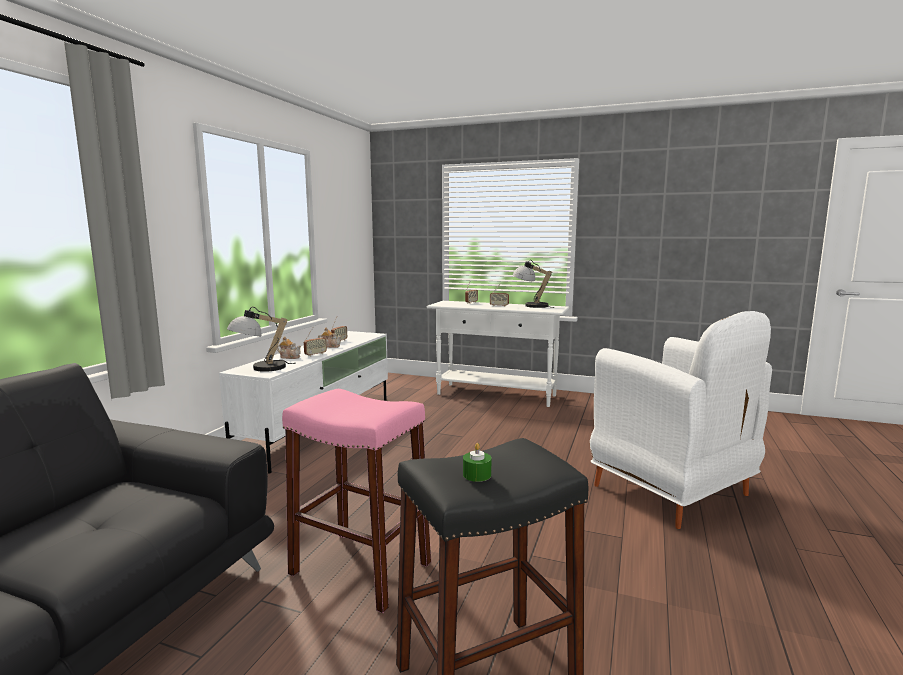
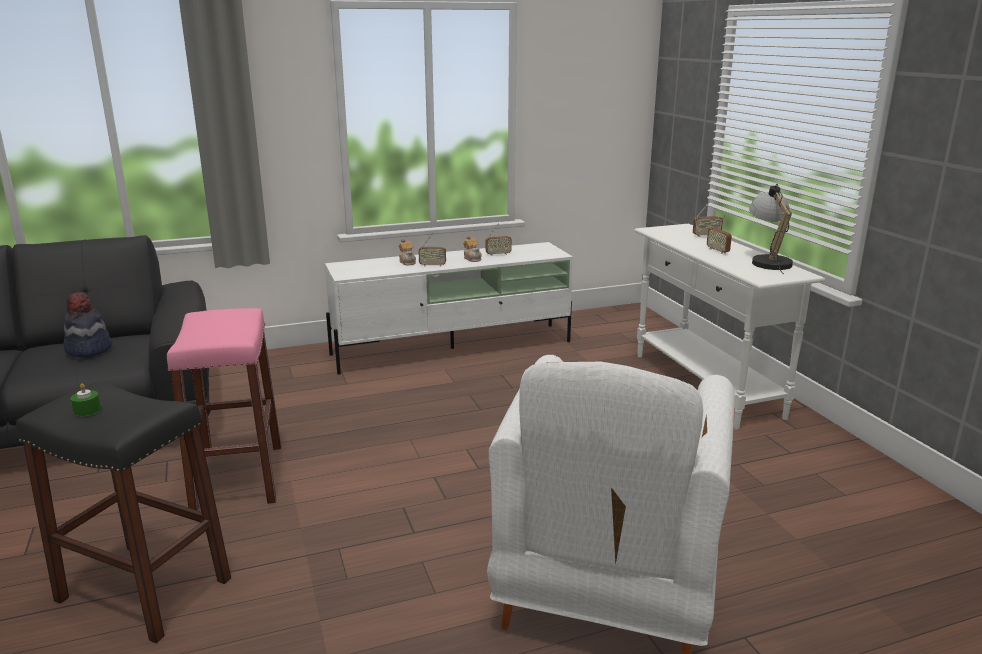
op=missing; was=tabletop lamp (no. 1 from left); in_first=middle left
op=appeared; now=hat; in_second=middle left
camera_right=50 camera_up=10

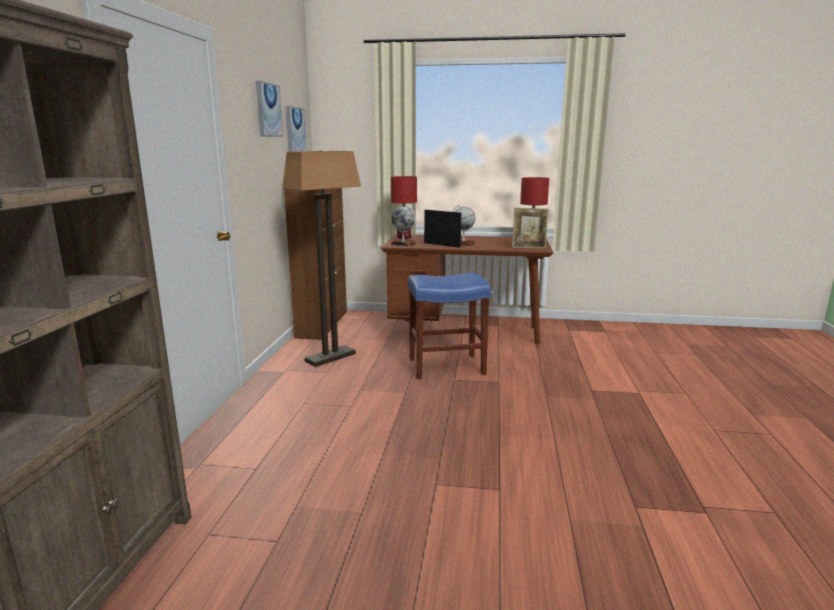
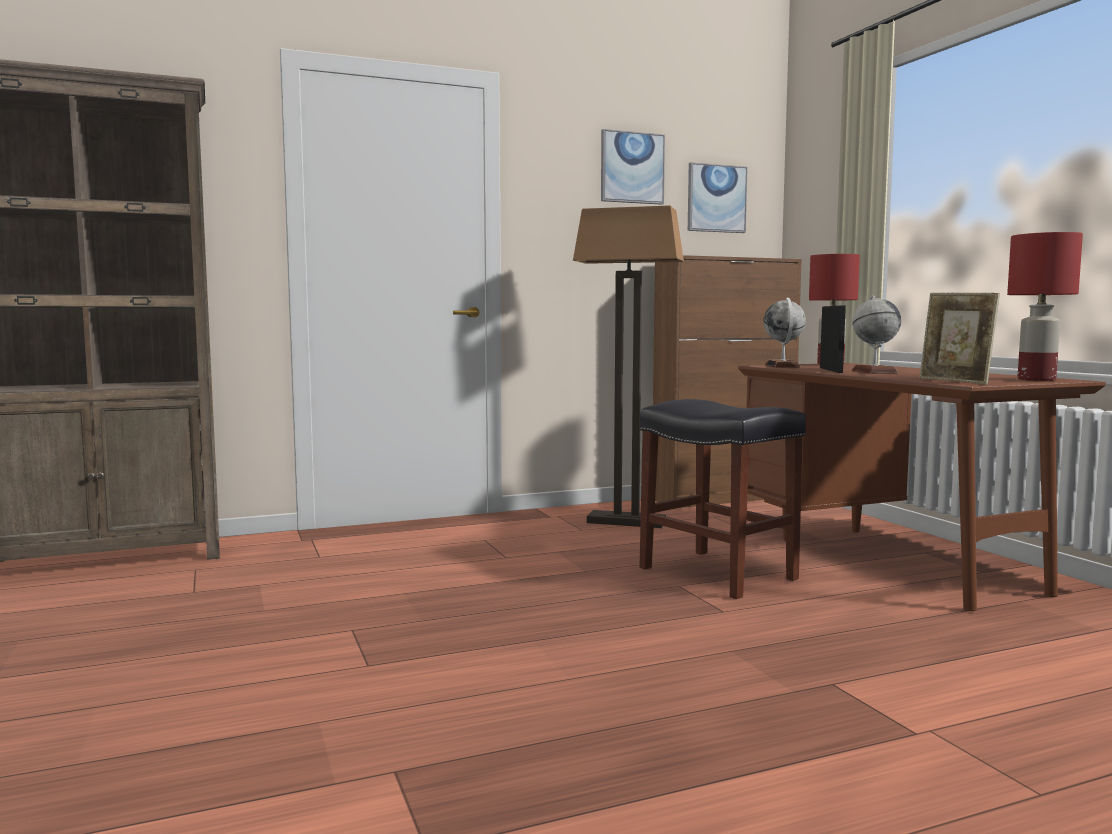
op=colour; was=stool seat (bluish); now=stool seat (blackish); in_first=centre; in_second=centre
camera_right=60 camera_up=-10

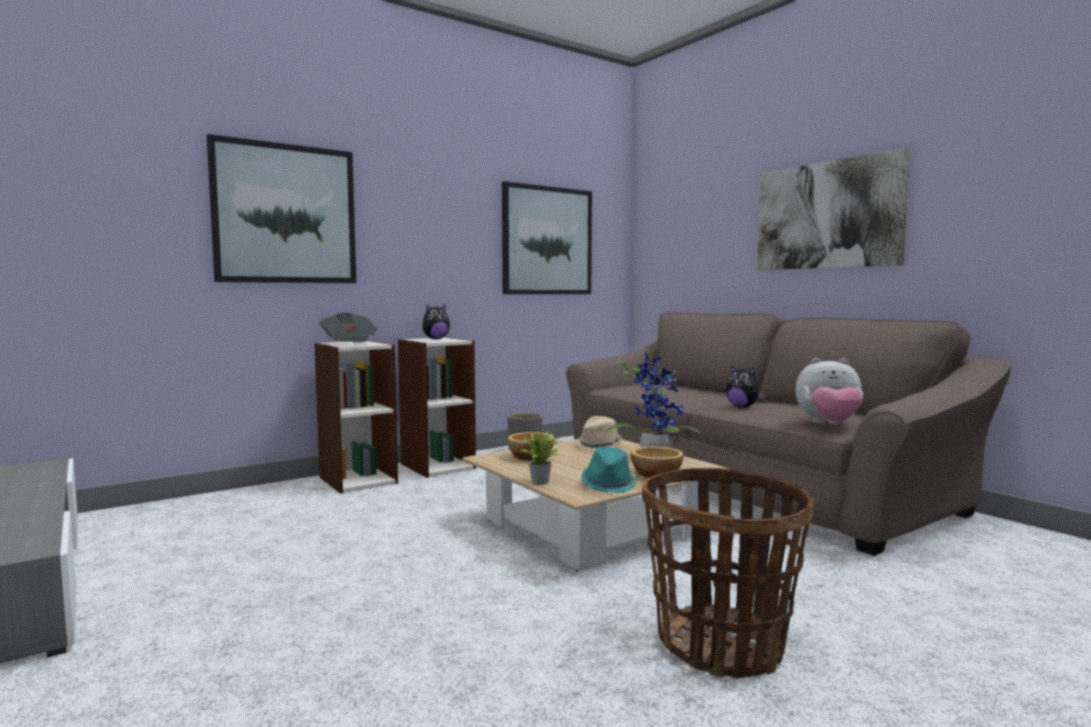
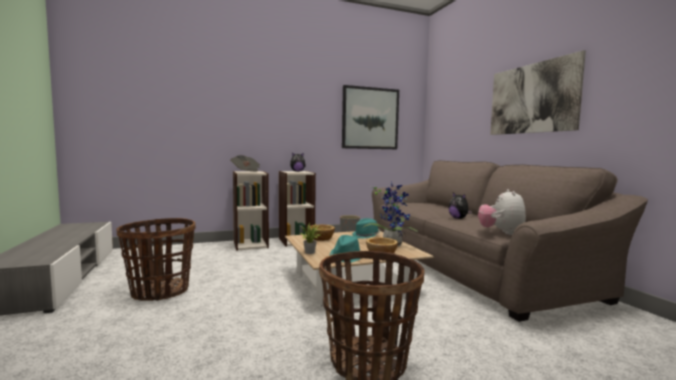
op=missing; was=wall art (no. 1 from left); in_first=top left
op=appeared; now=household basket (no. 1 from left); in_second=bottom left
op=colour; was=hat (sand-coloured); now=hat (blue-green) (no. 2 from left); in_first=centre; in_second=centre
op=spun; was=cuddly toy (no. 3 from left); in_first=middle right; in_second=middle right; clockwise=75
camera_right=15 camera_up=0

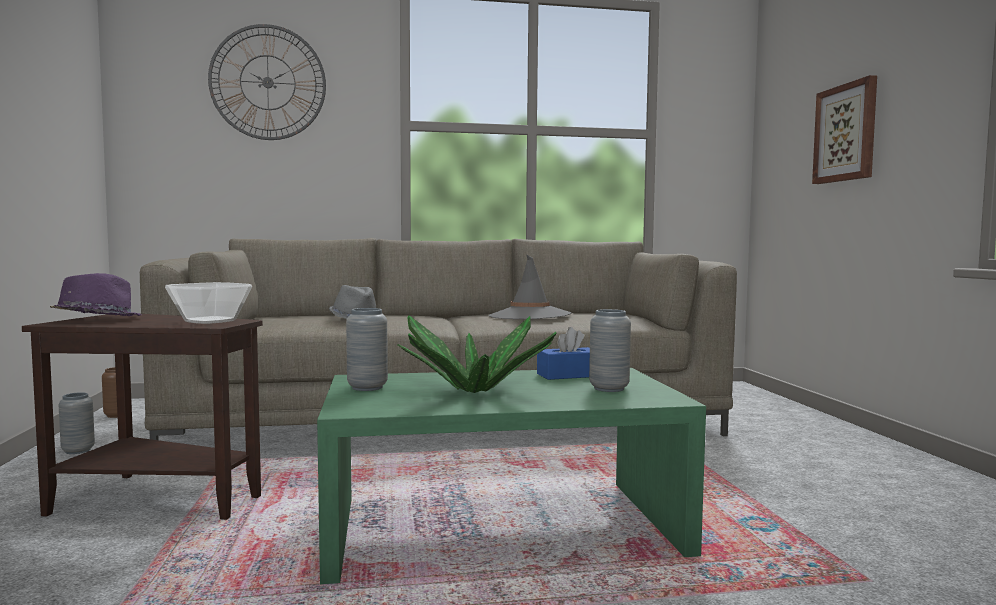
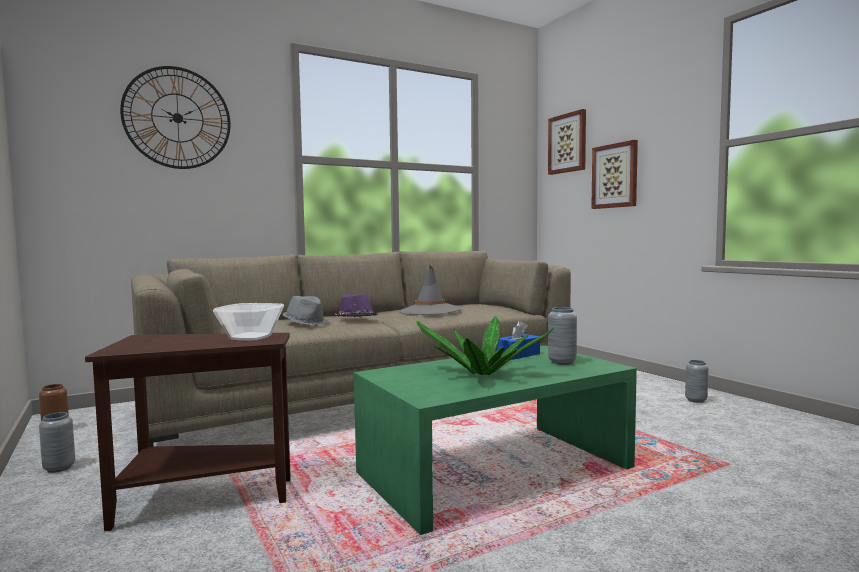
op=appeared; now=wall art (no. 1 from left); in_second=top centre
op=relocated; was=hat (purple); in_first=middle left; in_second=centre
op=relocated; was=vase (greyish) (no. 2 from left in the first image); now=vase (greyish) (no. 3 from left); in_first=centre; in_second=middle right
camera_right=-20 camera_up=0

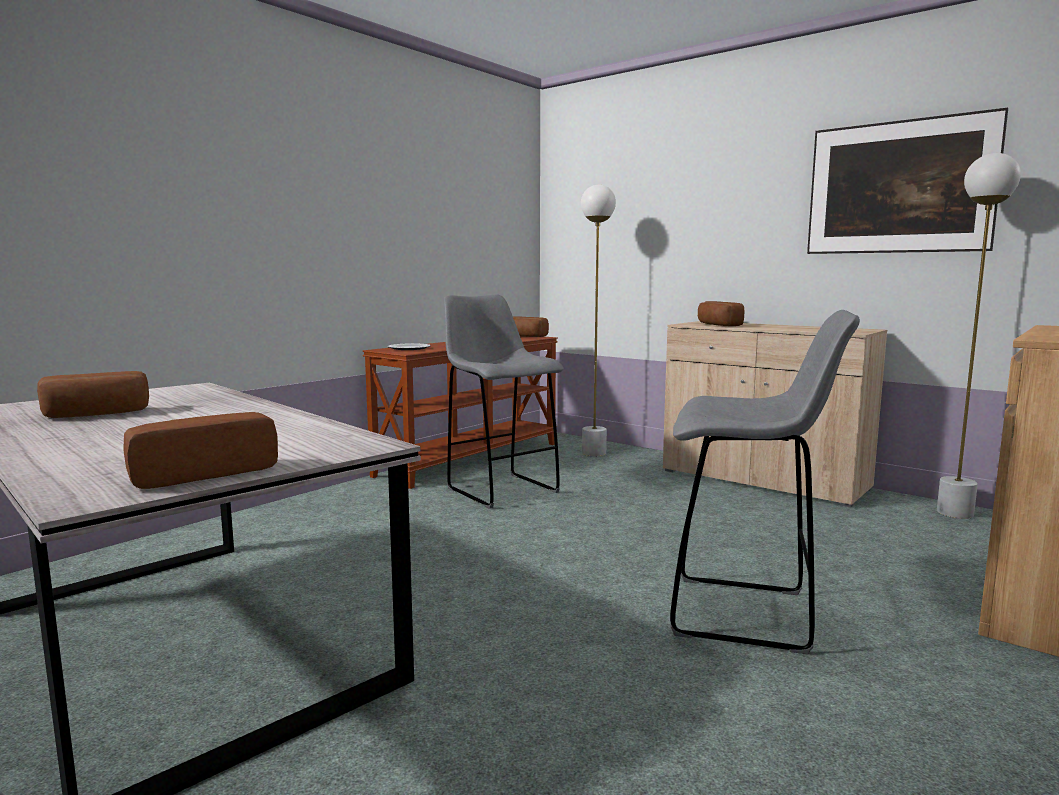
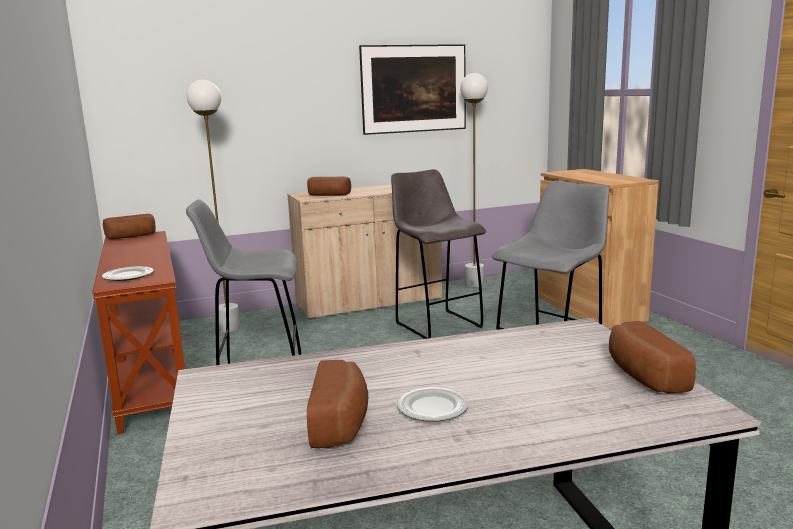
op=appeared; now=stool seat (greyish) (no. 2 from left); in_second=centre
op=appeared; now=plate (no. 2 from left); in_second=bottom centre
camera_right=-60 camera_up=5

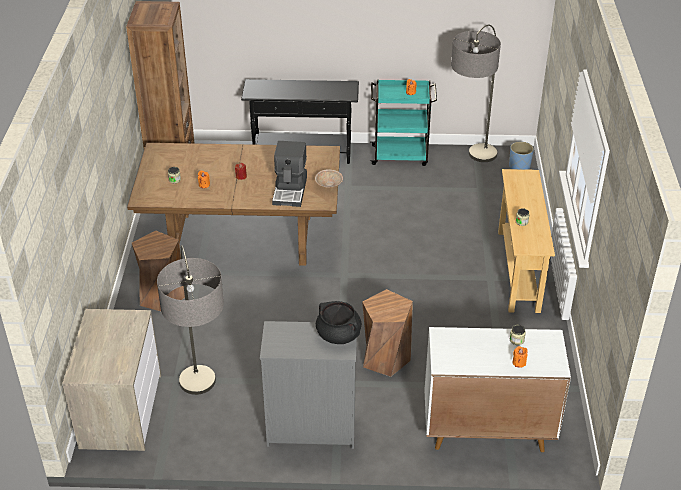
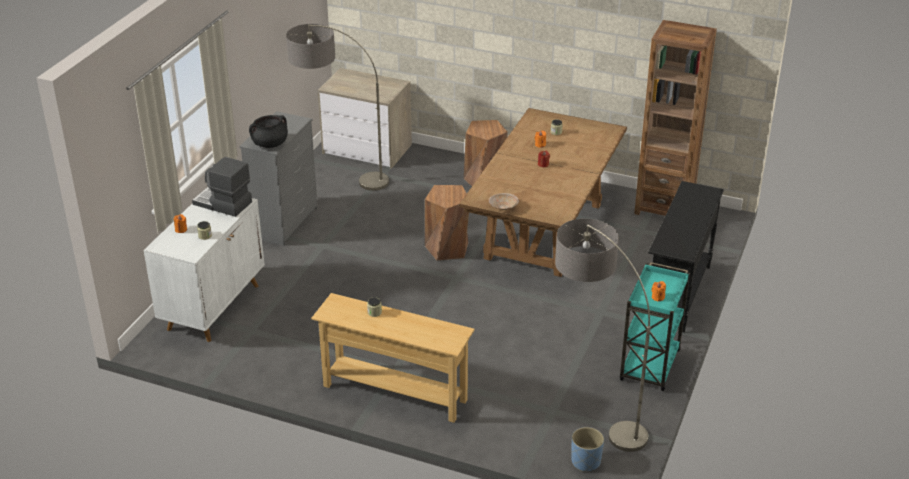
op=relocated; was=coffee maker; in_first=centre; in_second=middle left
op=relocated; was=stool seat (brown-coloured) (no. 2 from left in the first image); now=stool seat (brown-coloured) (no. 1 from left); in_first=bottom centre; in_second=centre
camera_right=110 camera_up=-5

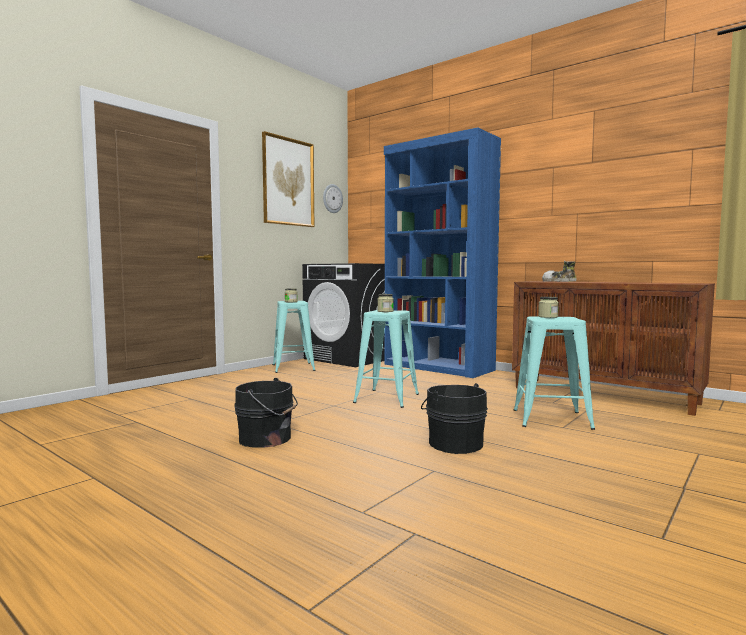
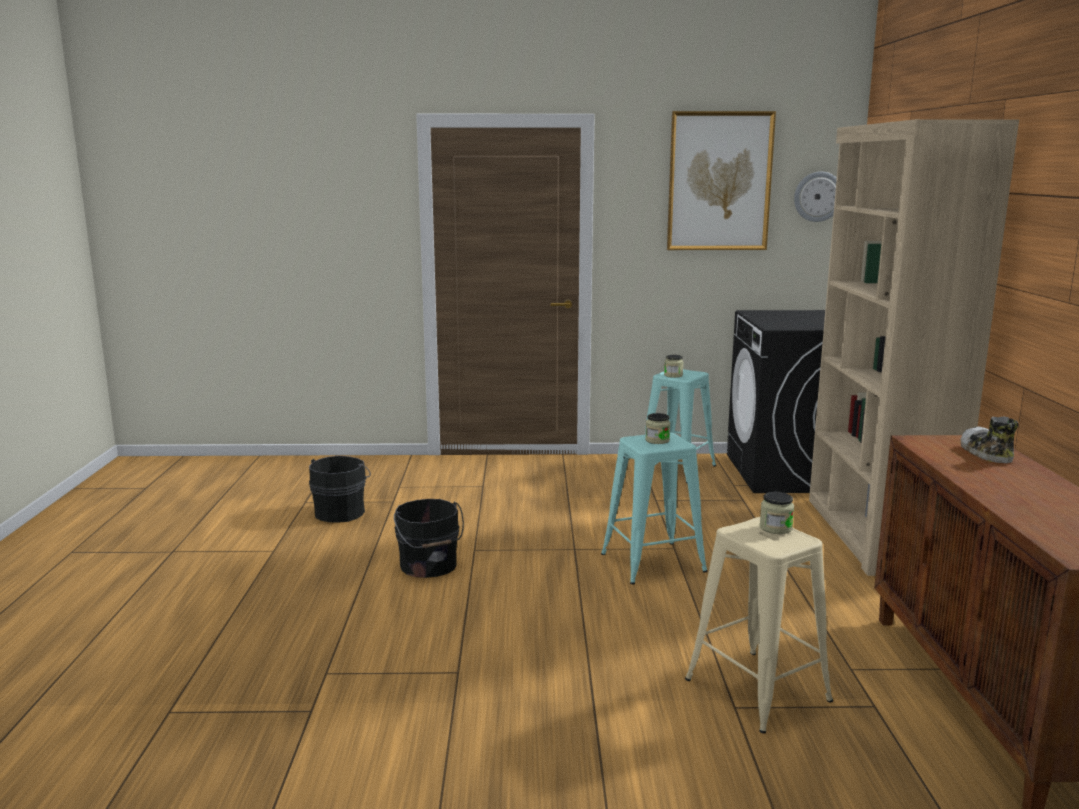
op=relocated; was=bucket (blackish) (no. 2 from left in the first image); now=bucket (blackish) (no. 1 from left); in_first=centre; in_second=middle left
op=colour; was=bookcase (bluish); now=bookcase (sand-coloured); in_first=centre; in_second=middle right
op=colour; was=stool seat (blue-green) (no. 3 from left); now=stool seat (sand-coloured); in_first=middle right; in_second=bottom right
camera_right=50 camera_up=10

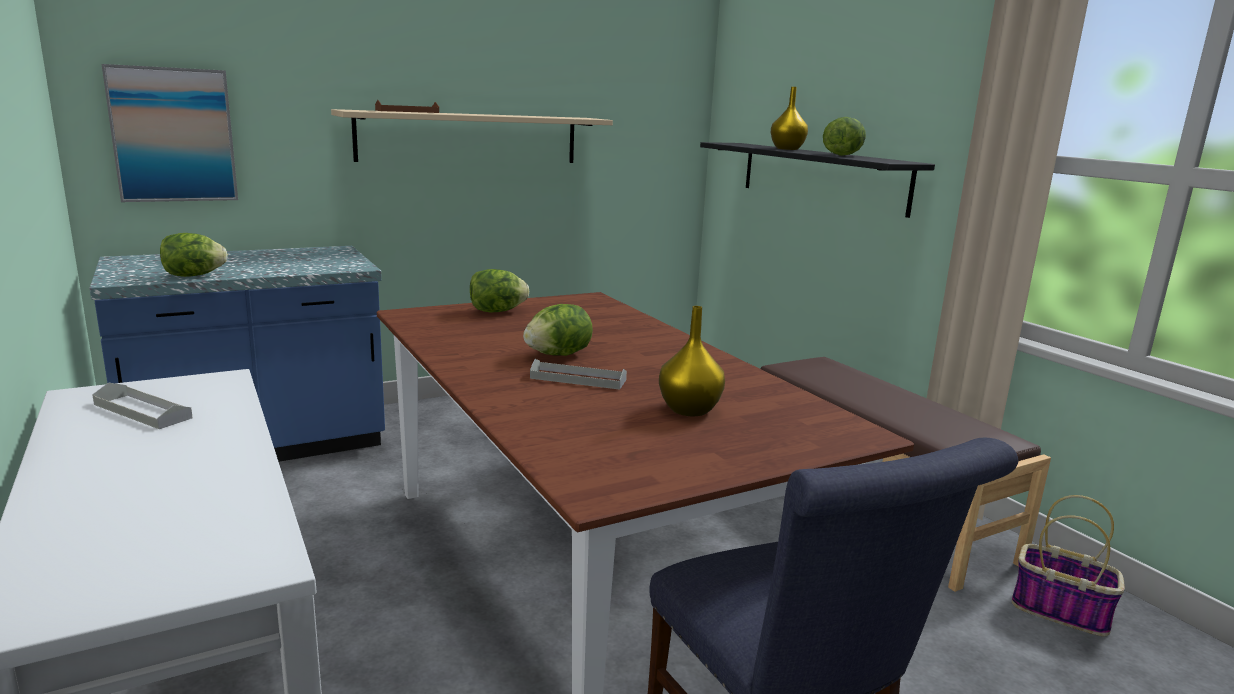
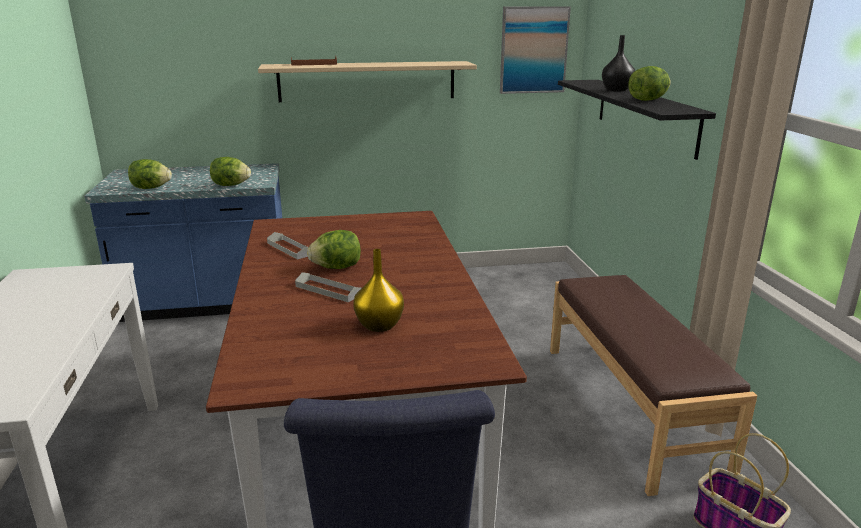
op=relocated; was=tray (greyish) (no. 1 from left); in_first=middle left; in_second=centre
op=relocated; was=wall art; in_first=top left; in_second=top centre
op=relocated; was=lettuce (no. 2 from left); in_first=centre; in_second=top left
op=colour; was=vase (yellow) (no. 2 from left); now=vase (blackish); in_first=top centre; in_second=top right
camera_right=20 camera_up=5

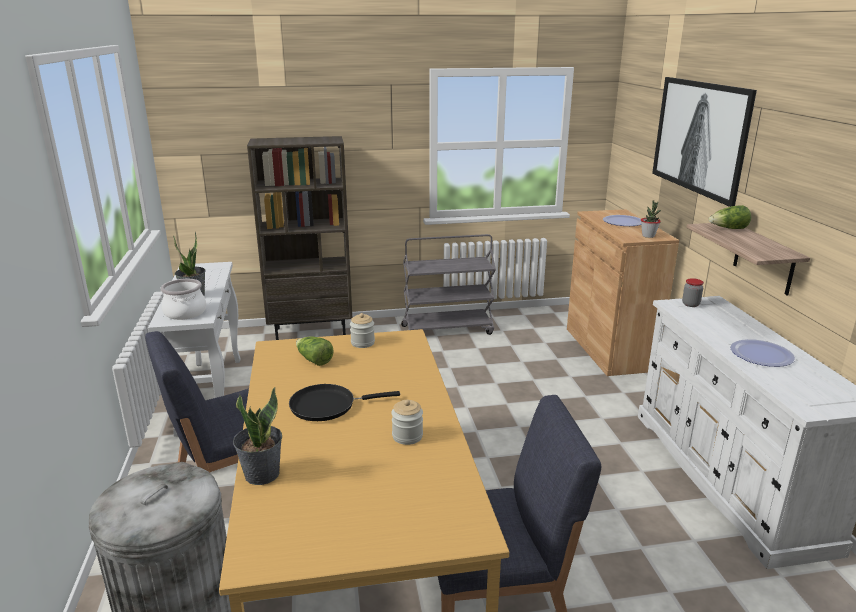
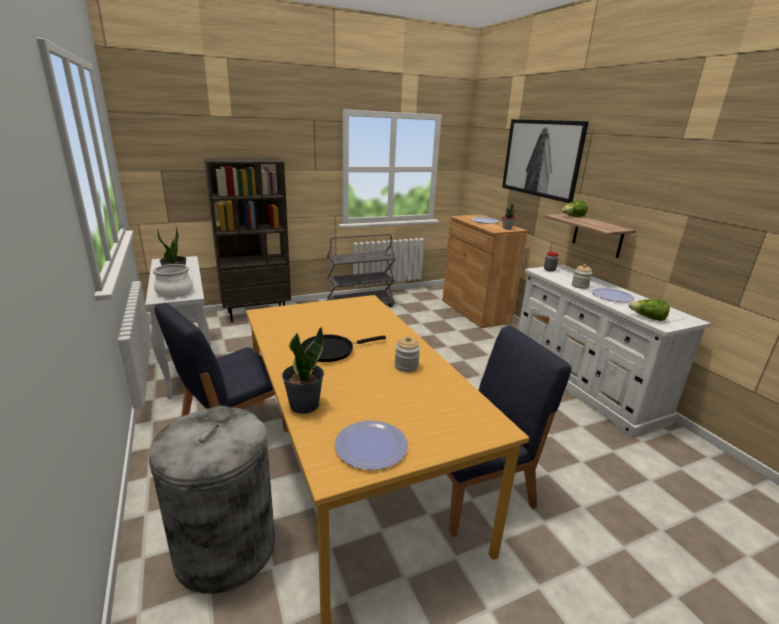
op=appeared; now=plate (no. 1 from left); in_second=bottom centre
op=relocated; was=lettuce (no. 1 from left in the first image); now=lettuce (no. 2 from left); in_first=centre; in_second=middle right
op=relocated; was=jar (no. 1 from left in the first image); now=jar (no. 3 from left); in_first=centre; in_second=middle right
camera_right=-15 camera_up=0

